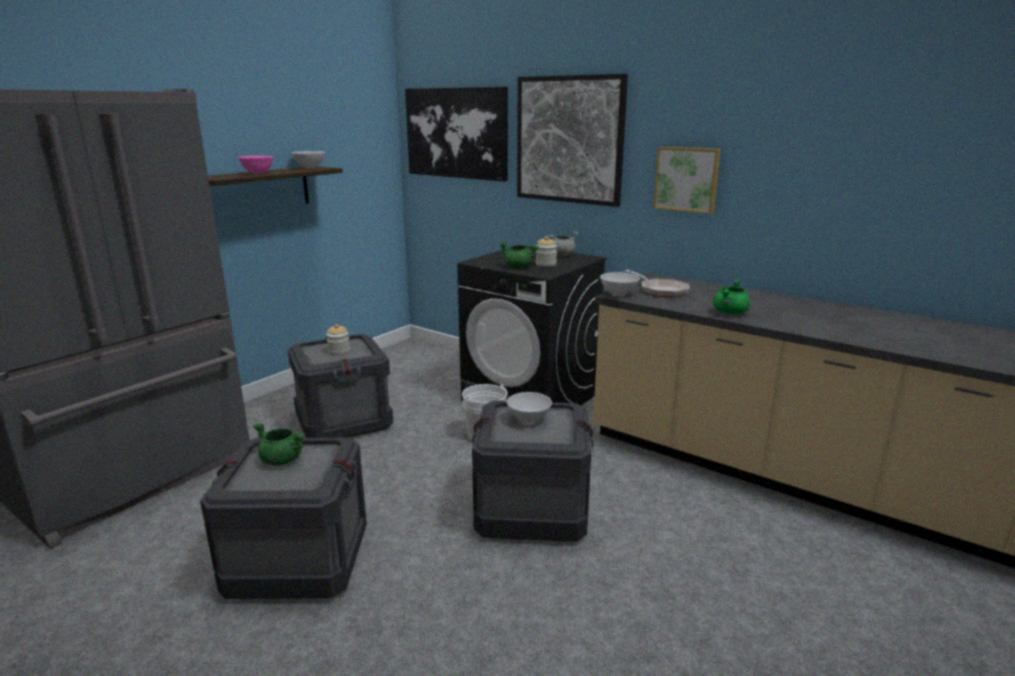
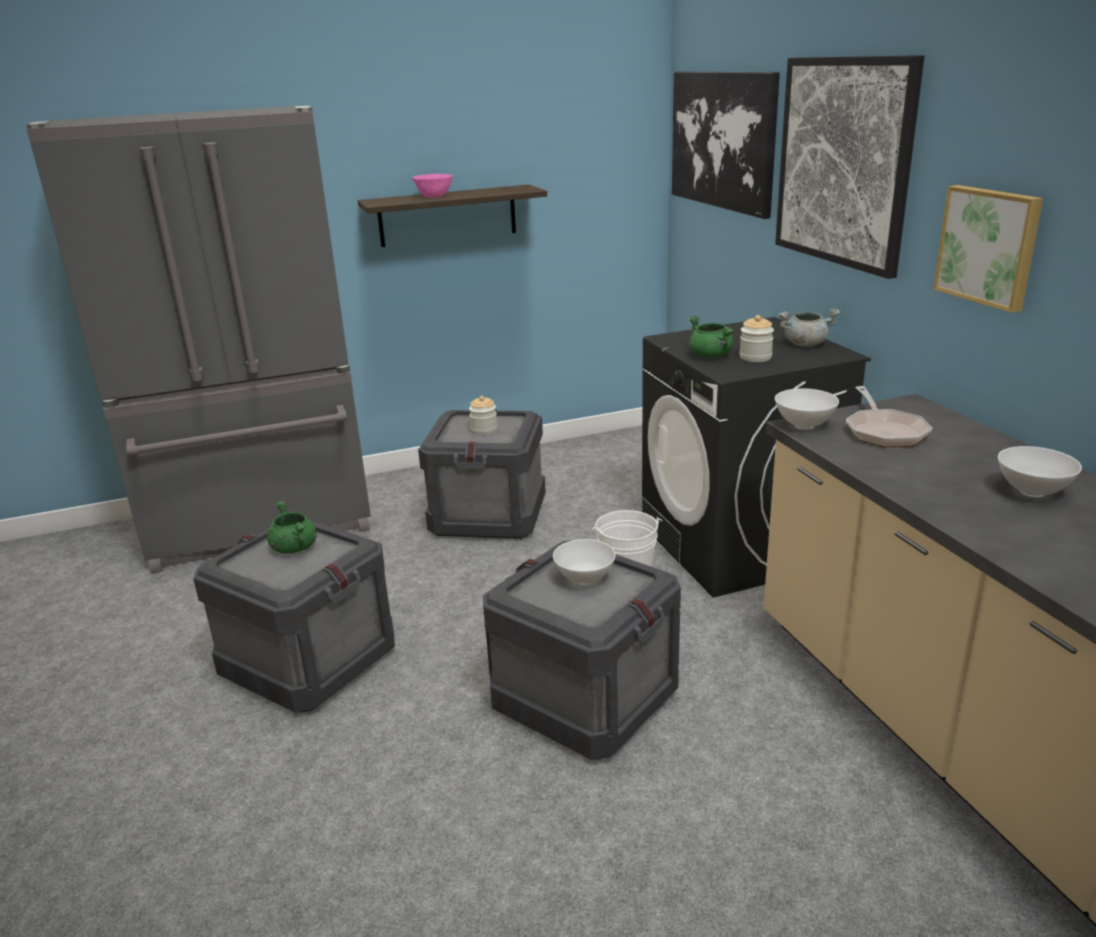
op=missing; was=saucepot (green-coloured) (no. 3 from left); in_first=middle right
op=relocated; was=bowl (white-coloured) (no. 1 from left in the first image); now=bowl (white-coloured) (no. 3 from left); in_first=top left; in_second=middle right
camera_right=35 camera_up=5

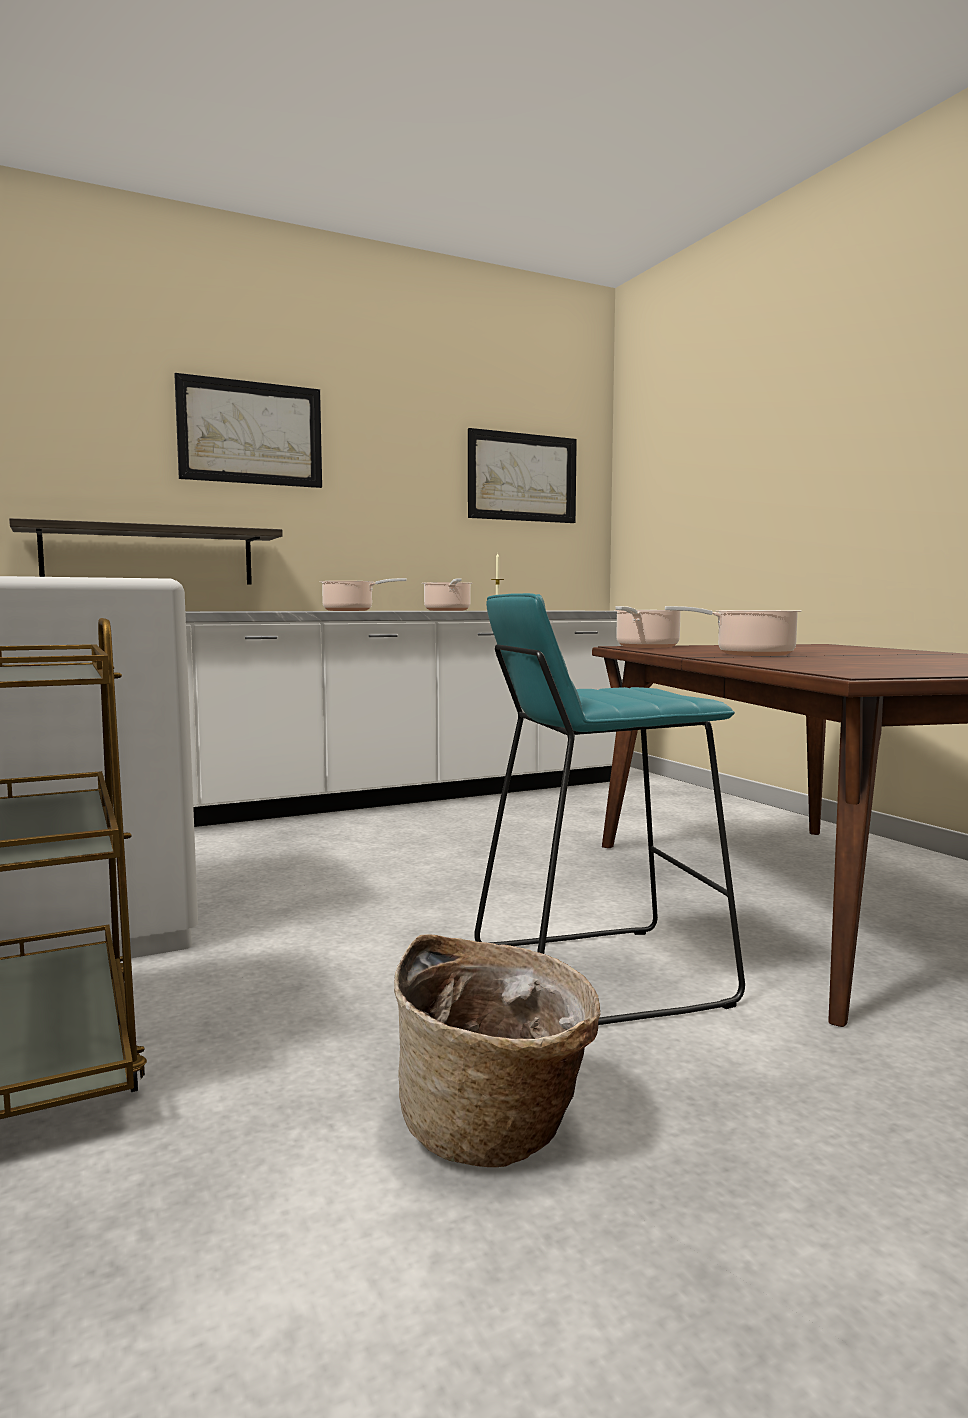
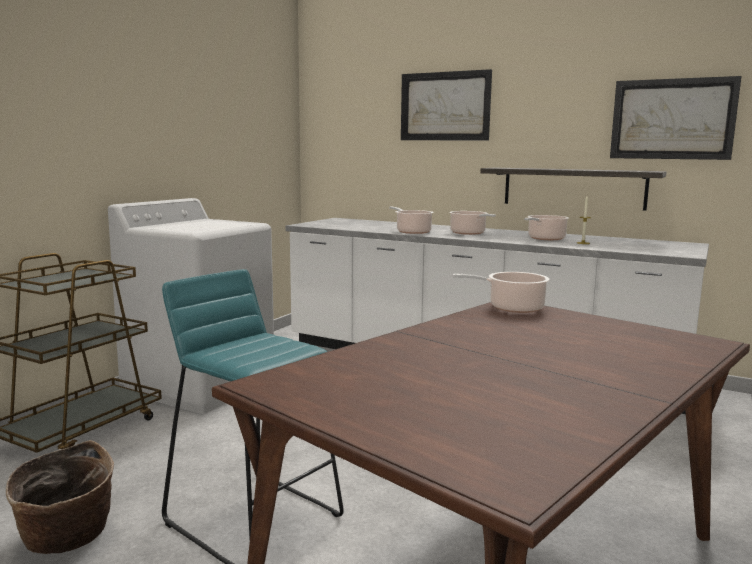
op=relocated; was=bracket shelf; in_first=middle left; in_second=middle right
op=relocated; was=saucepot (no. 4 from left in the first image); now=saucepot (no. 1 from left); in_first=middle right; in_second=centre
camera_right=55 camera_up=5

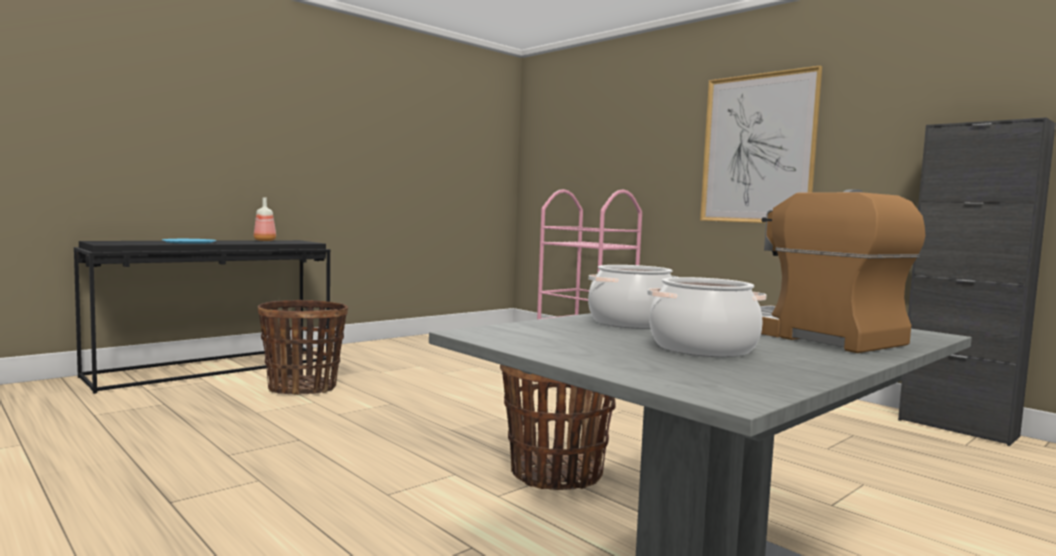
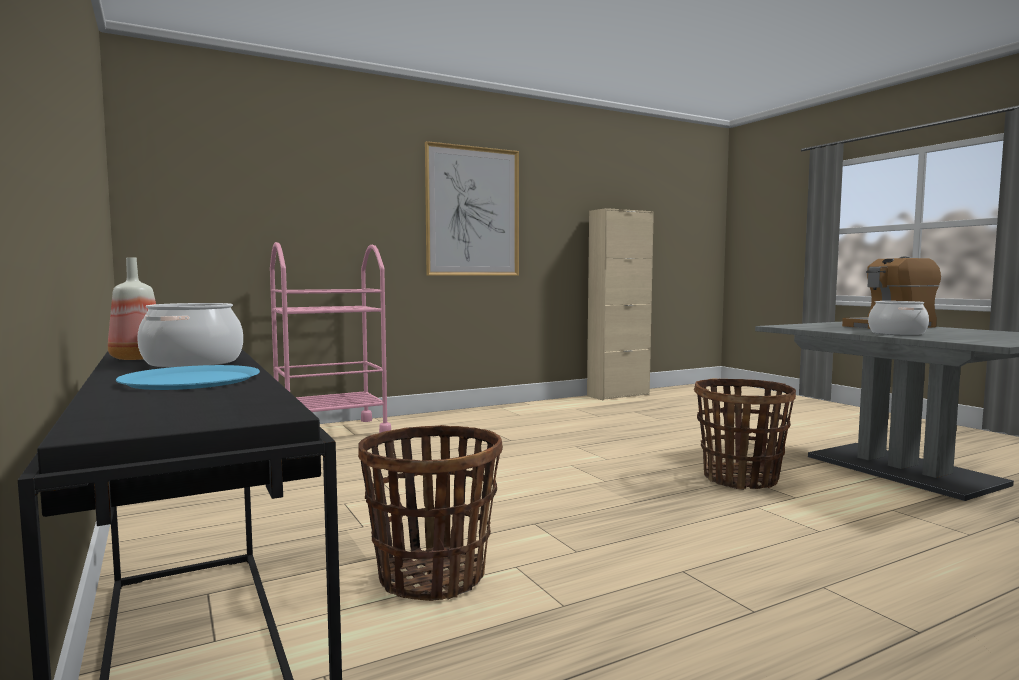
op=relocated; was=saucepot (no. 2 from left in the first image); now=saucepot (no. 1 from left); in_first=middle right; in_second=middle left
op=colour; was=cupboard (blackish); now=cupboard (sand-coloured); in_first=middle right; in_second=centre
camera_right=-75 camera_up=0

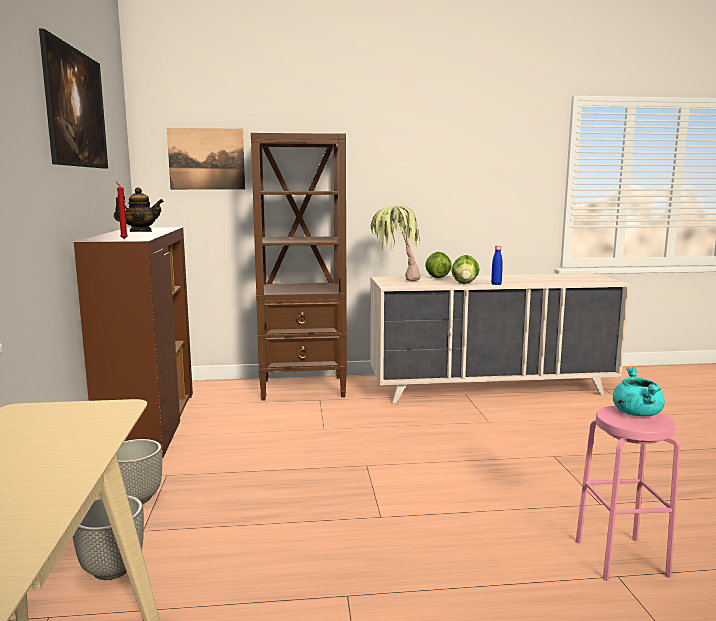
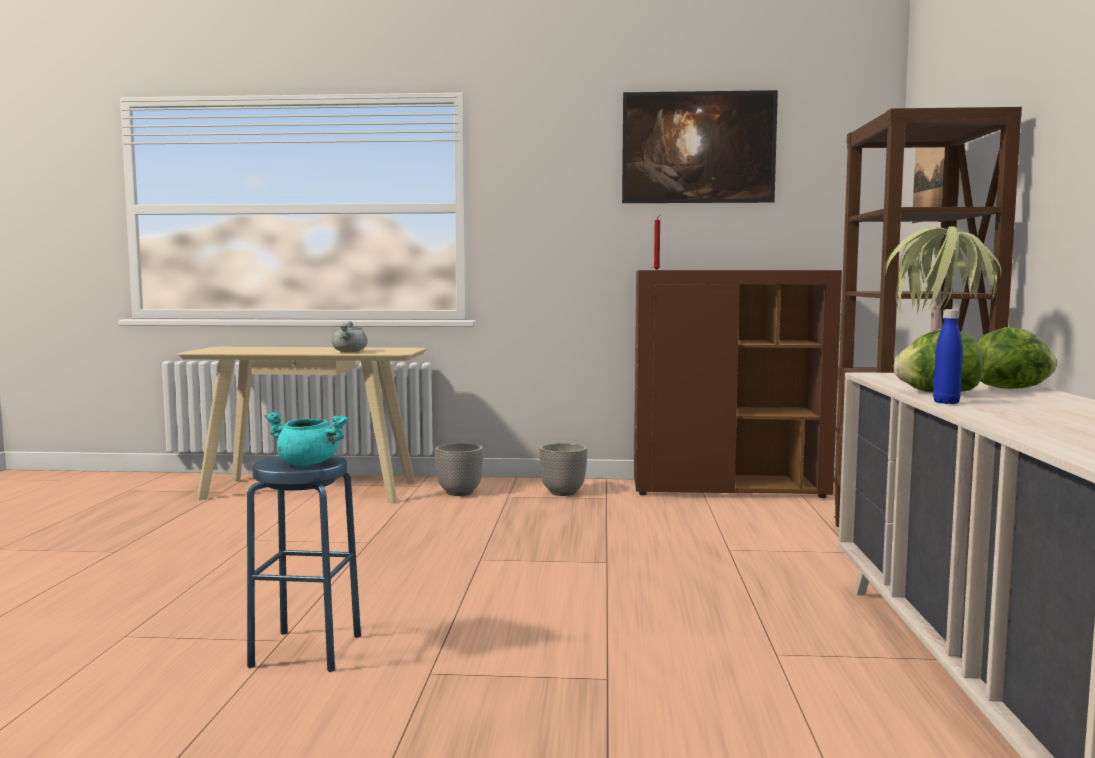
op=missing; was=tea pot; in_first=middle left
op=appeared; now=saucepot (greyish); in_second=middle left
op=colour; was=stool seat (pink); now=stool seat (bluish); in_first=bottom right; in_second=bottom left
camera_right=100 camera_up=-5

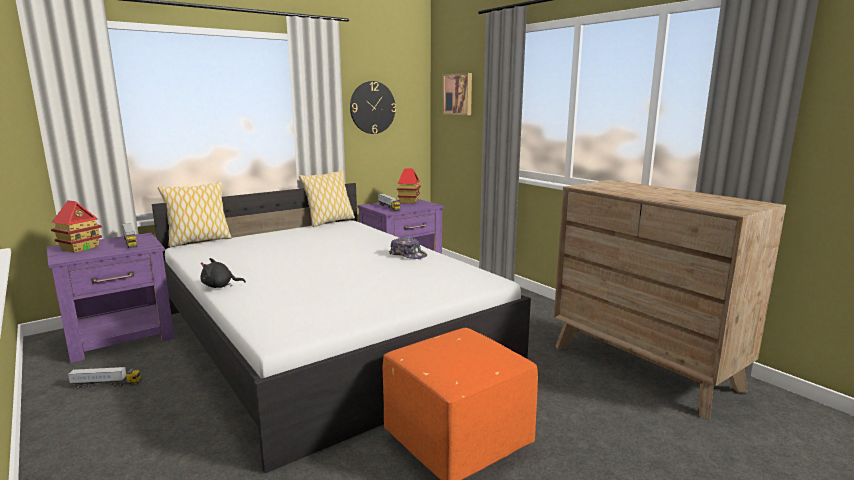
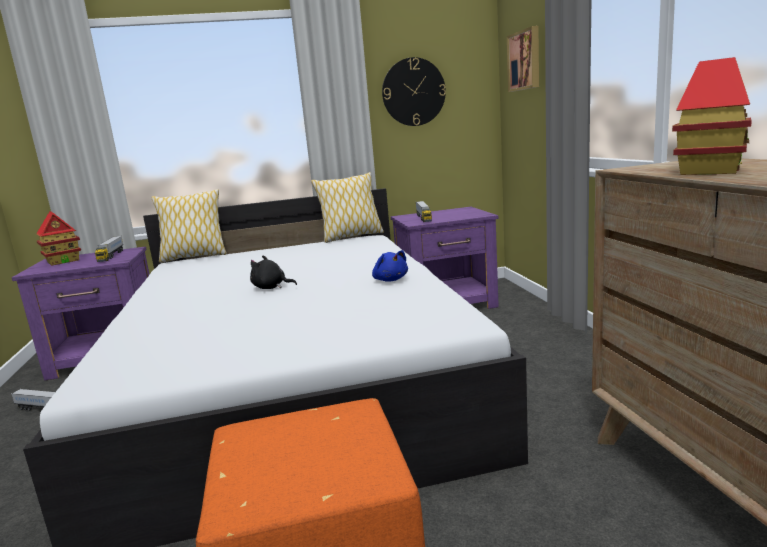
op=relocated; was=cuddly toy (blackish); in_first=middle left; in_second=centre
op=relocated; was=miniature house (no. 2 from left); in_first=centre; in_second=top right
op=exchanged; was=baseball cap; now=cuddly toy (bluish); in_first=centre; in_second=centre
camera_right=25 camera_up=0

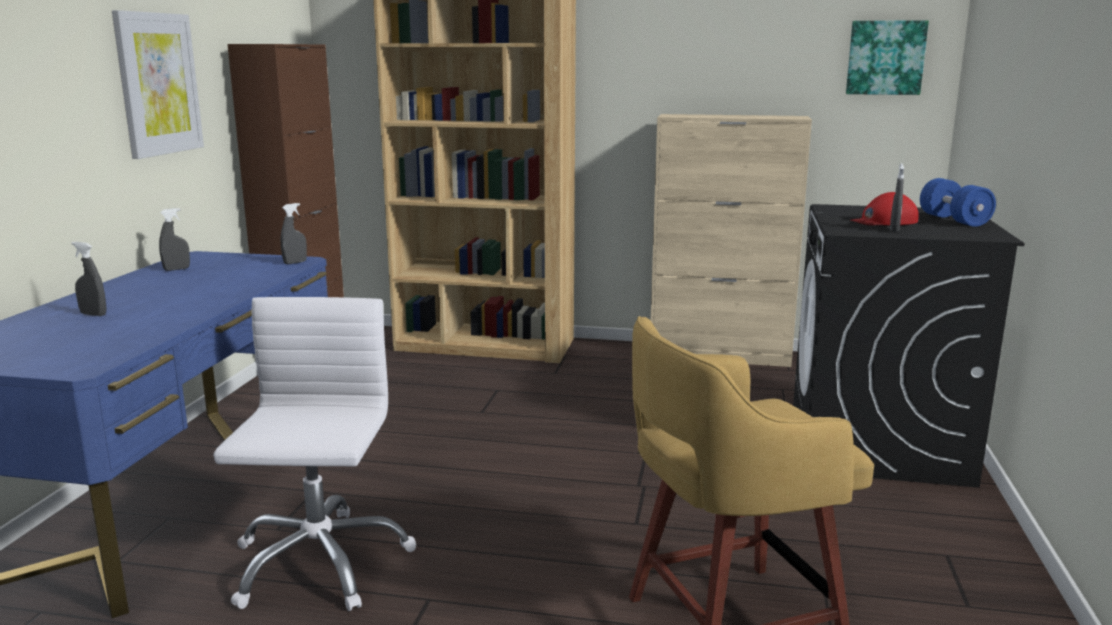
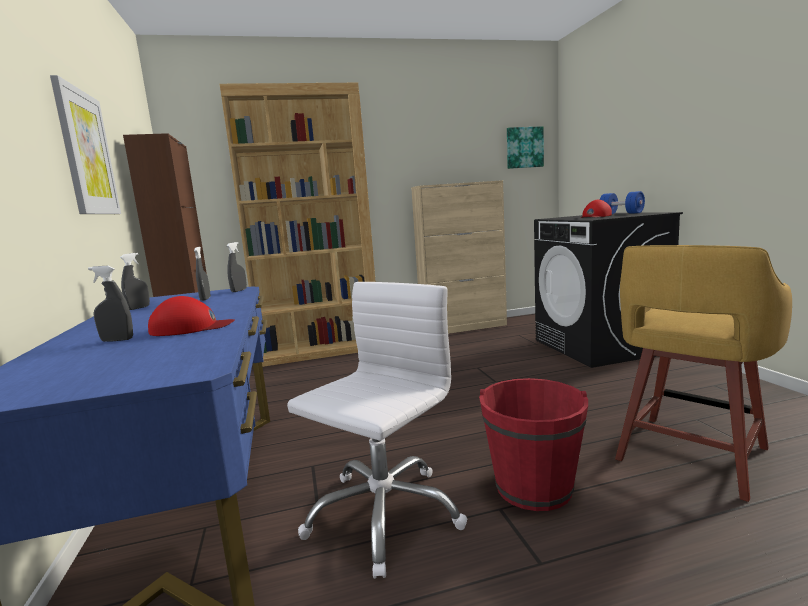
op=appeared; now=baseball cap (reddish) (no. 1 from left); in_second=middle left
op=appeared; now=bucket (reddish); in_second=bottom centre
op=relocated; was=hand sprayer (greyish) (no. 4 from left in the first image); now=hand sprayer (greyish) (no. 3 from left); in_first=top right; in_second=middle left
op=spun; was=desk chair (white-coloured); in_first=bottom left; in_second=bottom centre; clockwise=60
camera_right=-25 camera_up=-5

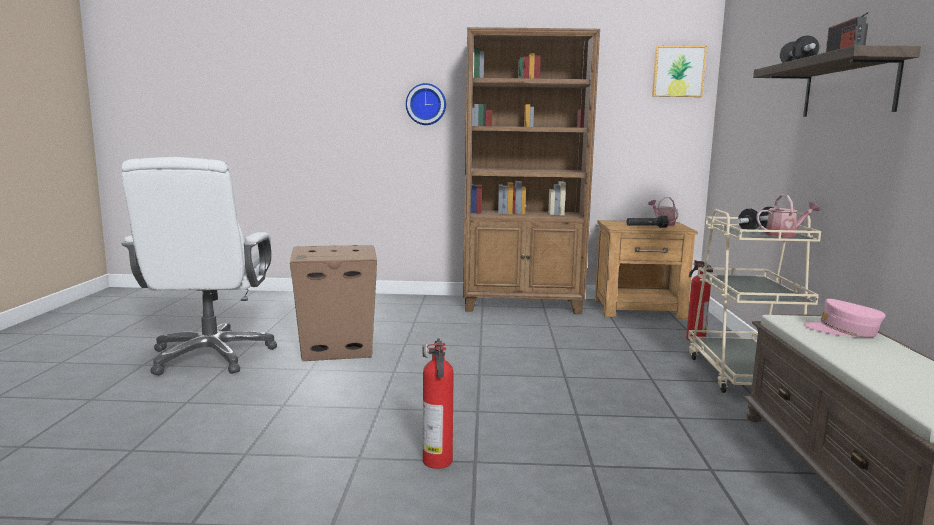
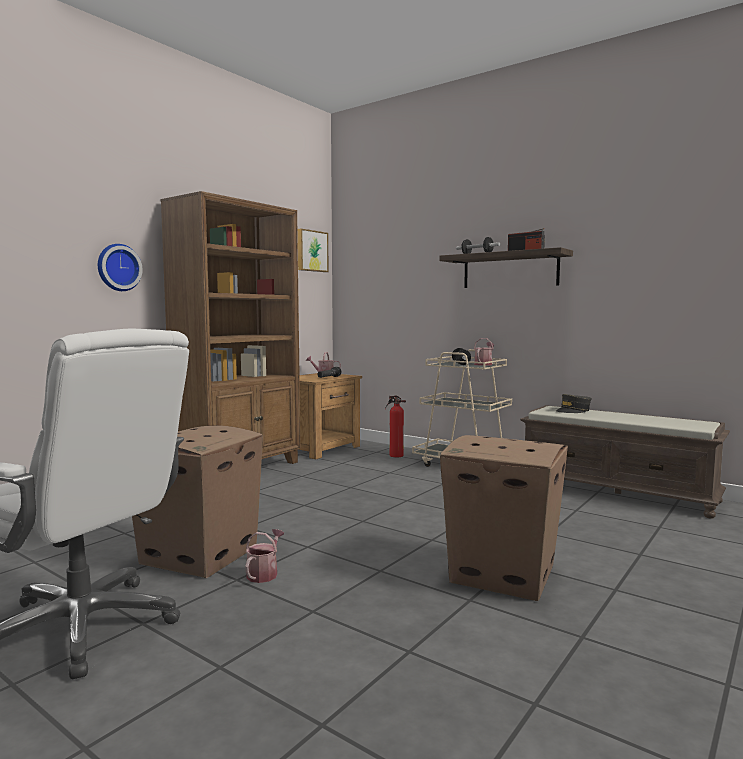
op=appeared; now=sprinkling can (no. 1 from left); in_second=bottom centre
op=exchanged; was=fire-fighting cylinder (no. 1 from left); now=packing box (no. 2 from left); in_first=bottom centre; in_second=bottom right
op=colour; was=baseball cap (pink); now=baseball cap (greyish); in_first=middle right; in_second=middle right
camera_right=-55 camera_up=-5

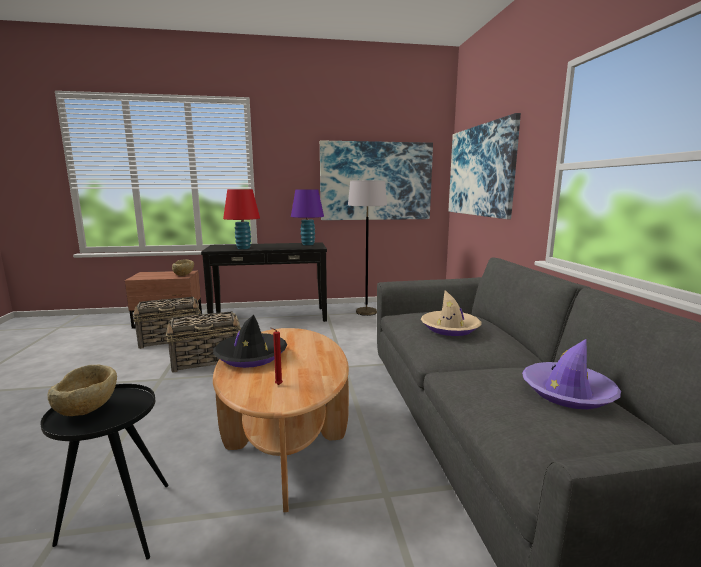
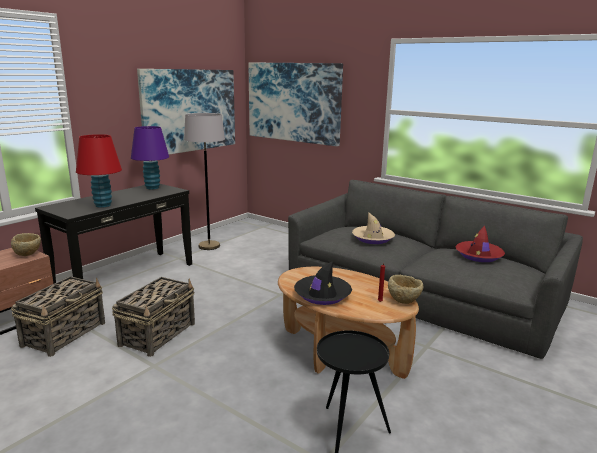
op=relocated; was=bowl (sand-coloured) (no. 1 from left in the first image); now=bowl (sand-coloured) (no. 2 from left); in_first=bottom left; in_second=middle right
op=colour; was=hat (purple); now=hat (reddish); in_first=middle right; in_second=middle right
camera_right=-45 camera_up=5

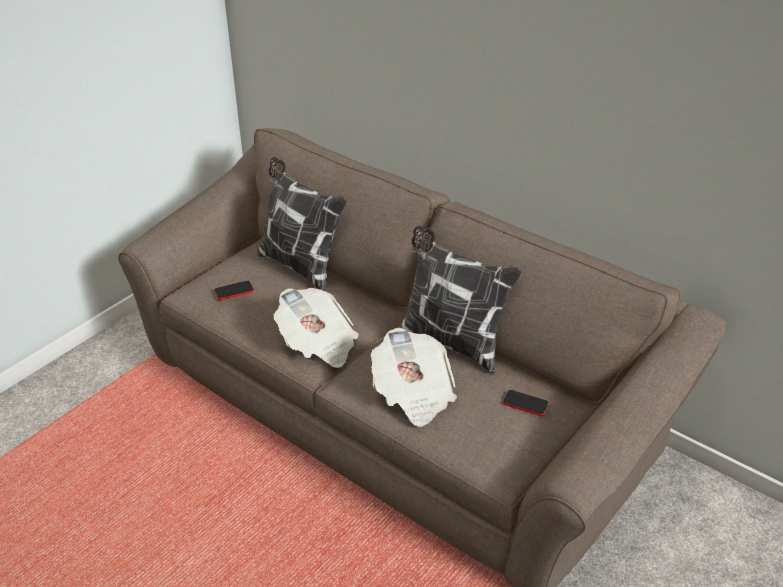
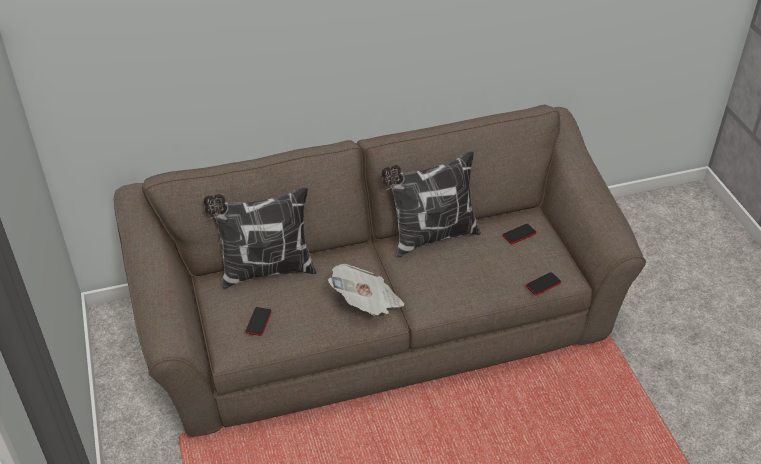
op=missing; was=daily paper (no. 2 from left); in_first=centre
op=appeared; now=telephone (no. 3 from left); in_second=middle right
camera_right=-55 camera_up=5

